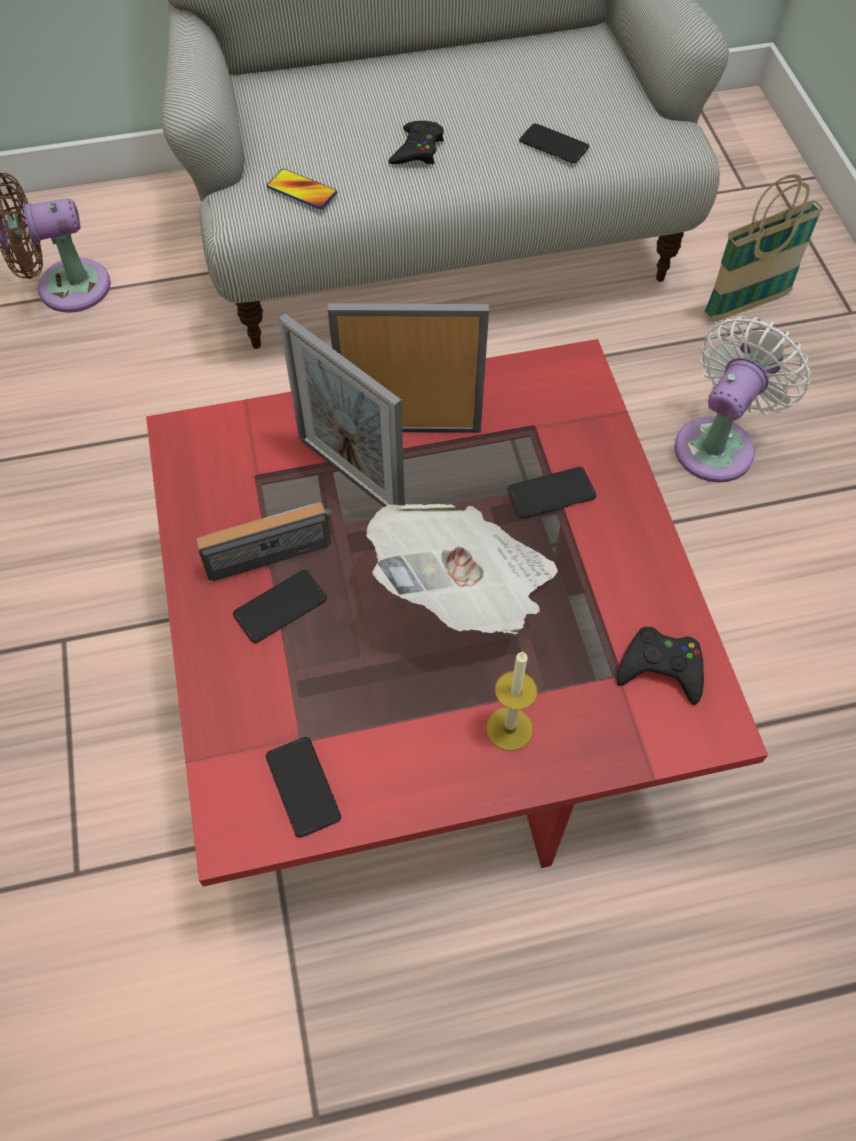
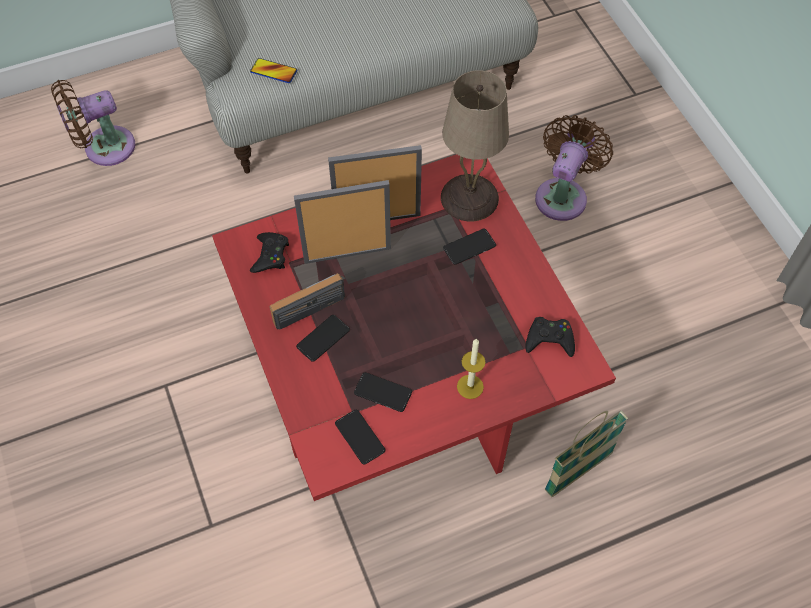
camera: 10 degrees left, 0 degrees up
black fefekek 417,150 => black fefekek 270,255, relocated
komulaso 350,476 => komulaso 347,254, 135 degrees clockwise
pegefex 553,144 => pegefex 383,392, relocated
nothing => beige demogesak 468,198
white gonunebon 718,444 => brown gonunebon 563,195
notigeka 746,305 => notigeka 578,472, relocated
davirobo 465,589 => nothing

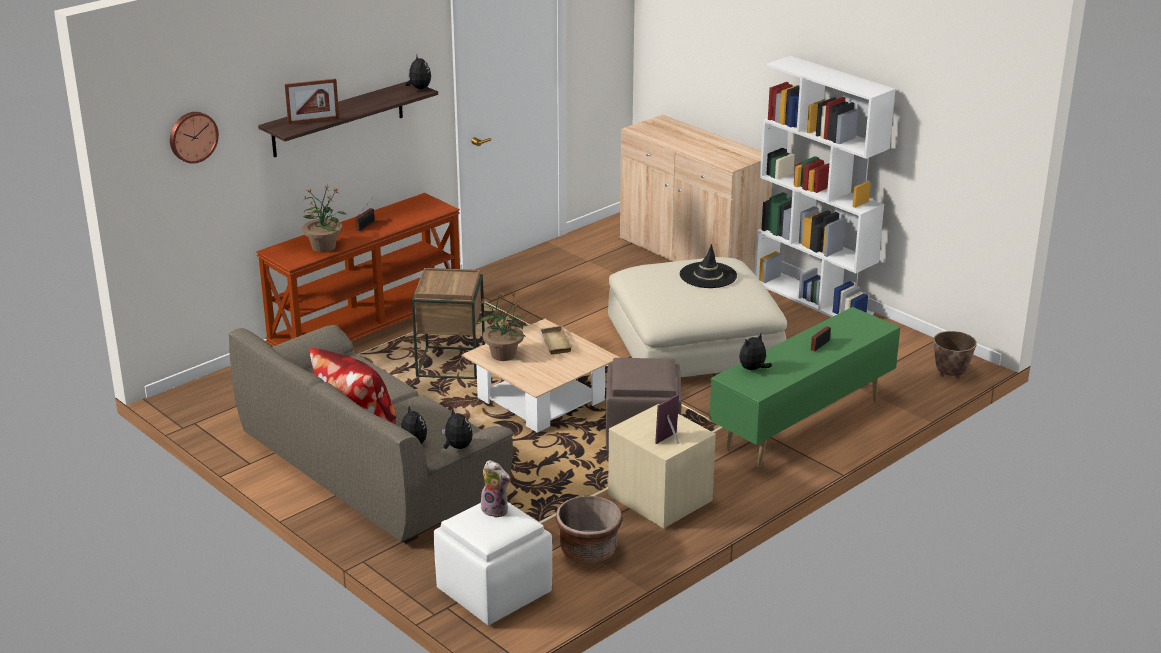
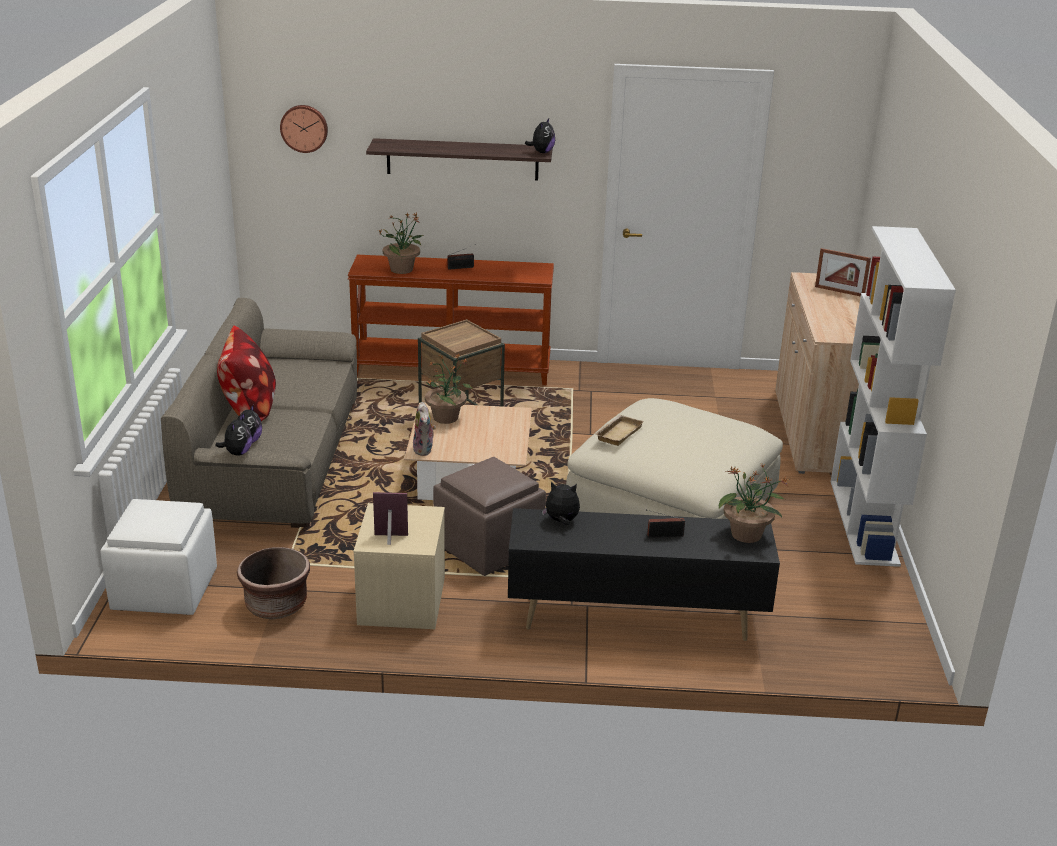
camera: 45 degrees right, 0 degrees up
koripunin 496,510 => koripunin 424,450, relocated
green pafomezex 801,425 => black pafomezex 634,618
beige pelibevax 554,343 => beige pelibevax 618,433, relocated
nothing => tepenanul 747,535
komulaso 313,121 => komulaso 839,291, relocated
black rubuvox 708,275 => nothing
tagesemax 951,374 => nothing

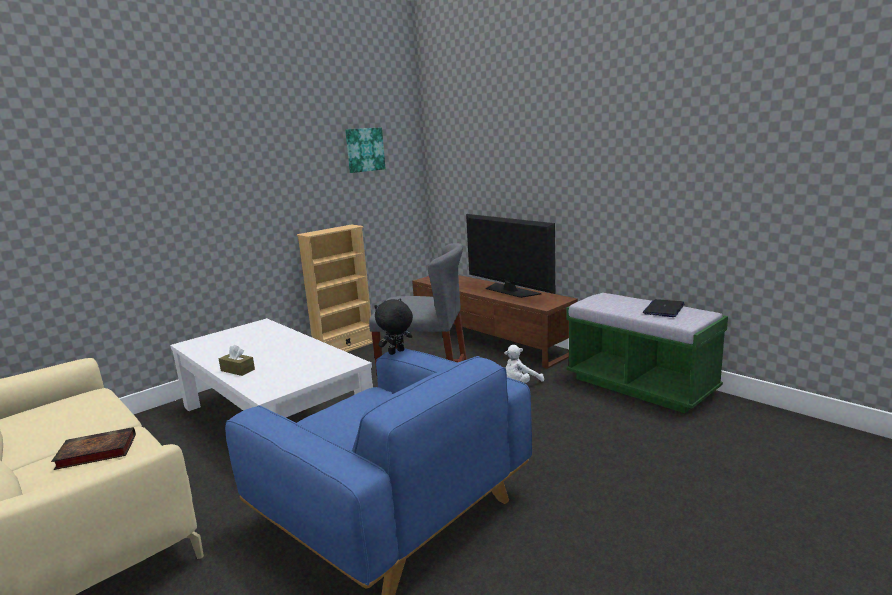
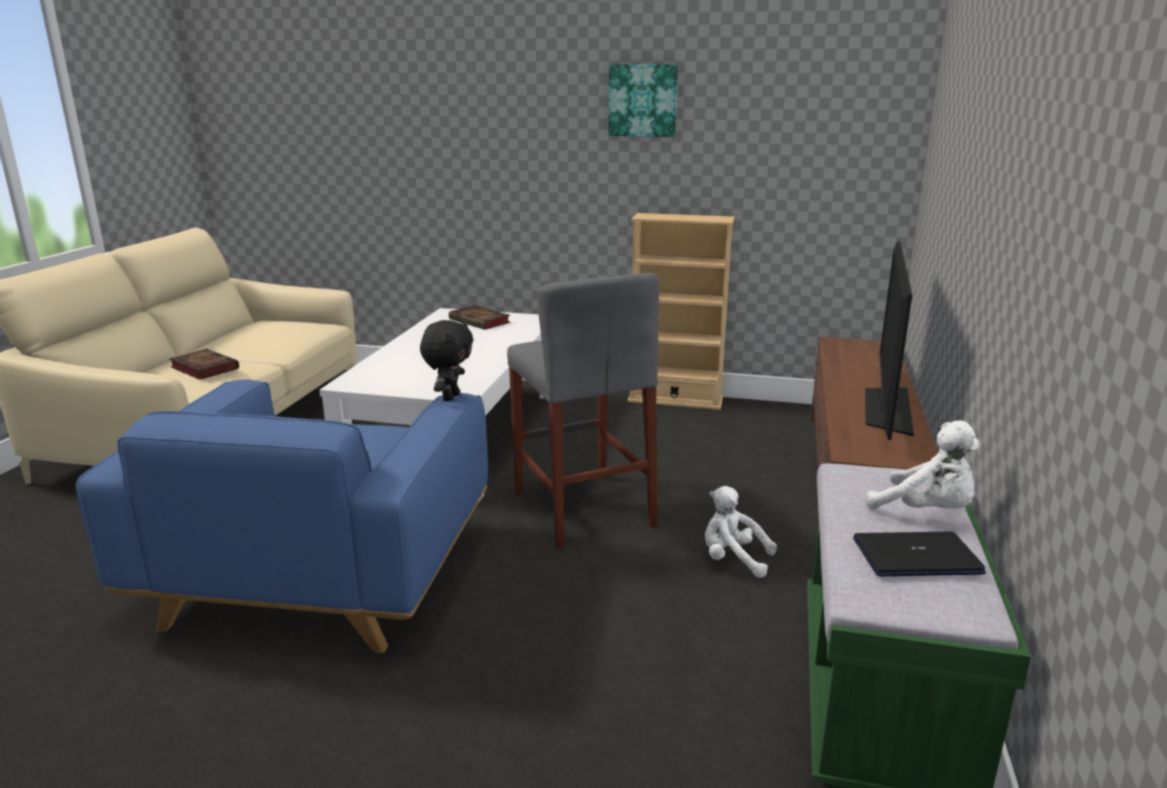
camera: 55 degrees right, 5 degrees up
black koripunin 396,352 => black koripunin 450,397, 90 degrees clockwise
nothing => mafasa 481,321
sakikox 364,150 => sakikox 643,100, relocated
nothing => white koripunin 926,511
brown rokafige 237,370 => nothing

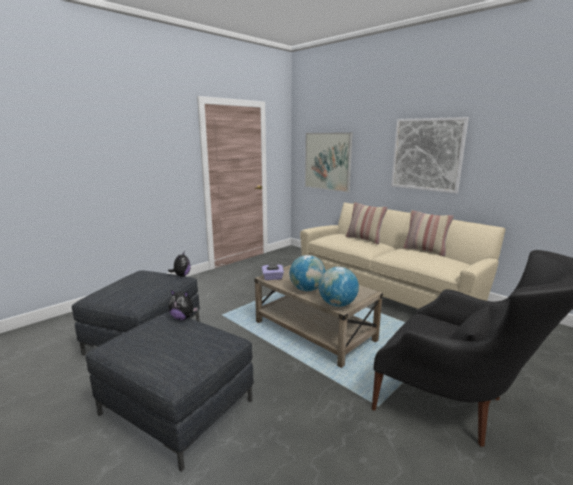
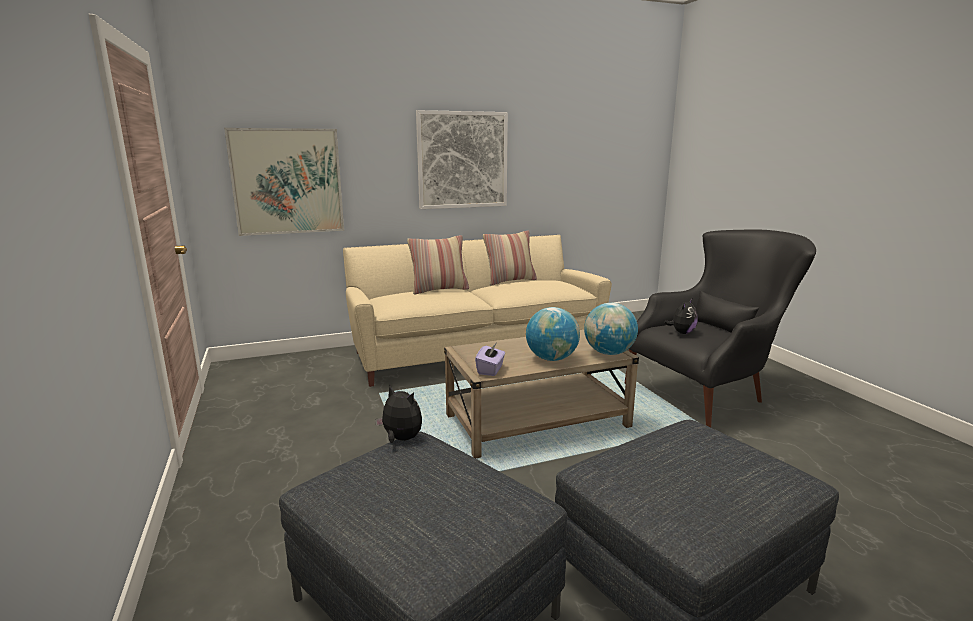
camera: 65 degrees left, 0 degrees up
koripunin 183,318 => koripunin 682,332, relocated

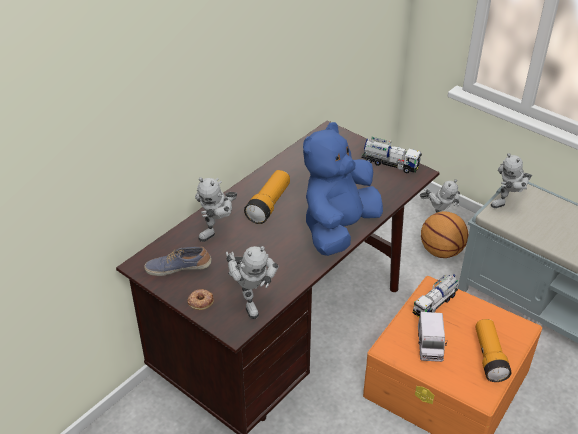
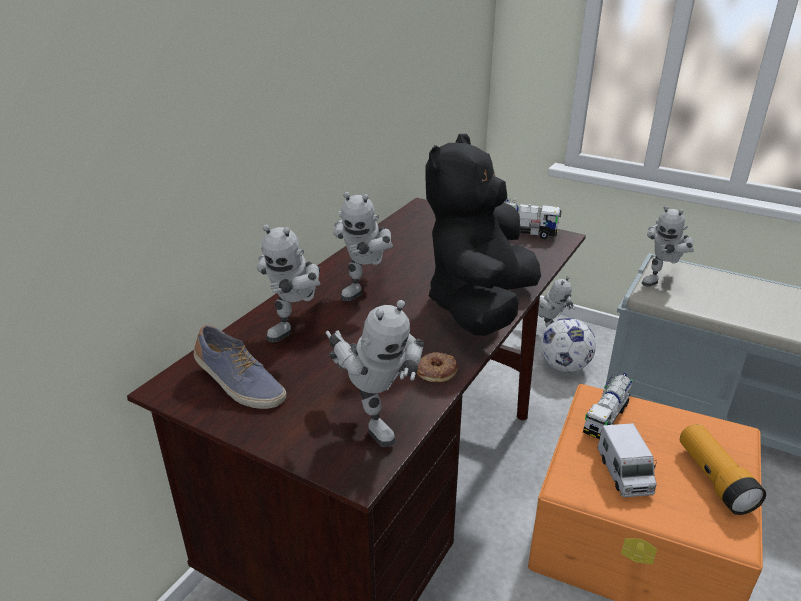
camera: 10 degrees left, 10 degrees down
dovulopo 178,268 => dovulopo 239,385, 135 degrees counterclockwise
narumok 269,205 => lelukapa 366,288
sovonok 200,301 => sovonok 436,370, relocated
blue koripunin 338,229 => black koripunin 480,307
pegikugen 441,251 => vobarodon 564,366

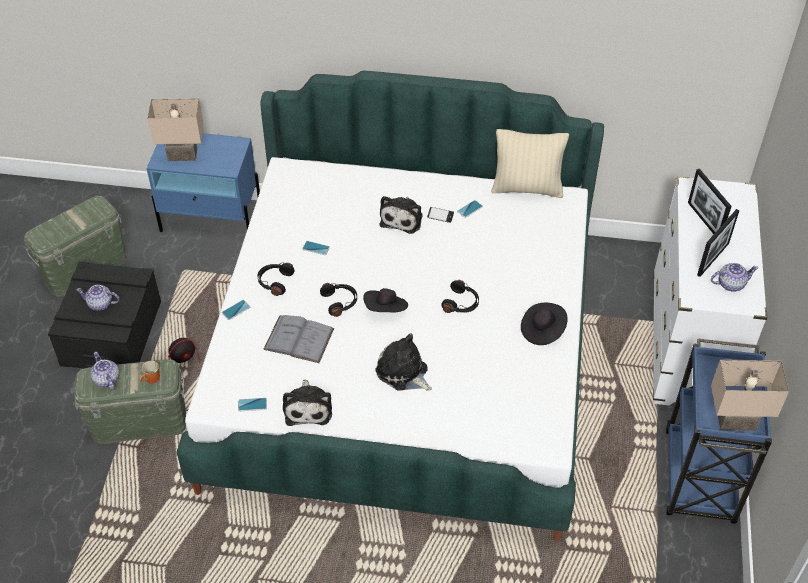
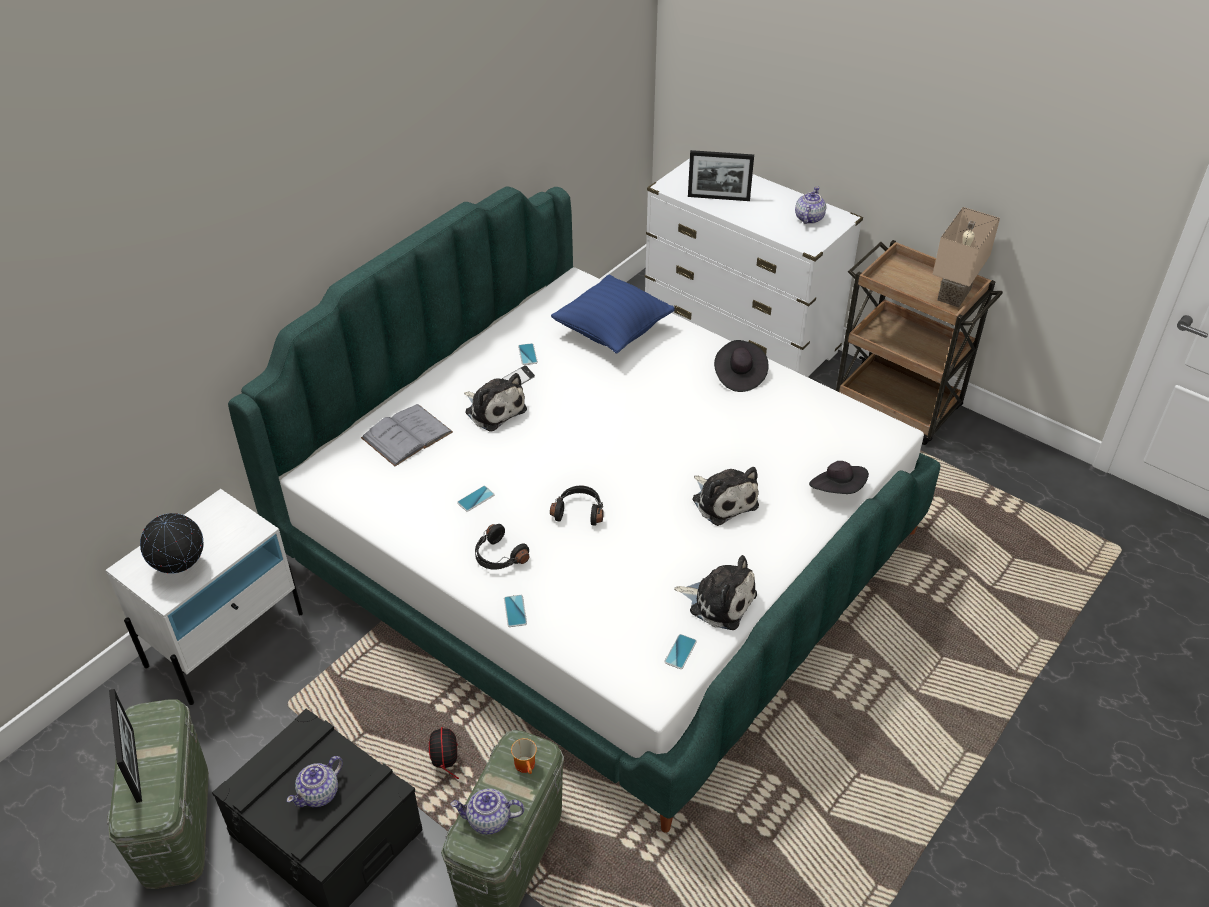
camera: 60 degrees left, 5 degrees down
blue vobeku 211,219 => white vobeku 226,639
komulaso 713,259 => komulaso 135,765, relocated
beige demogesak 182,156 => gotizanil 180,568
grey mafasa 299,339 => grey mafasa 407,435, relocated
nothing => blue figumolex 613,332
koripunin 403,373 => koripunin 723,500, 105 degrees counterclockwise
black rubuvox 386,309 => black rubuvox 837,490, relocated
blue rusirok 699,479 => brown rusirok 897,406
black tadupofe 461,303 => nothing
beige figumolex 527,188 => nothing

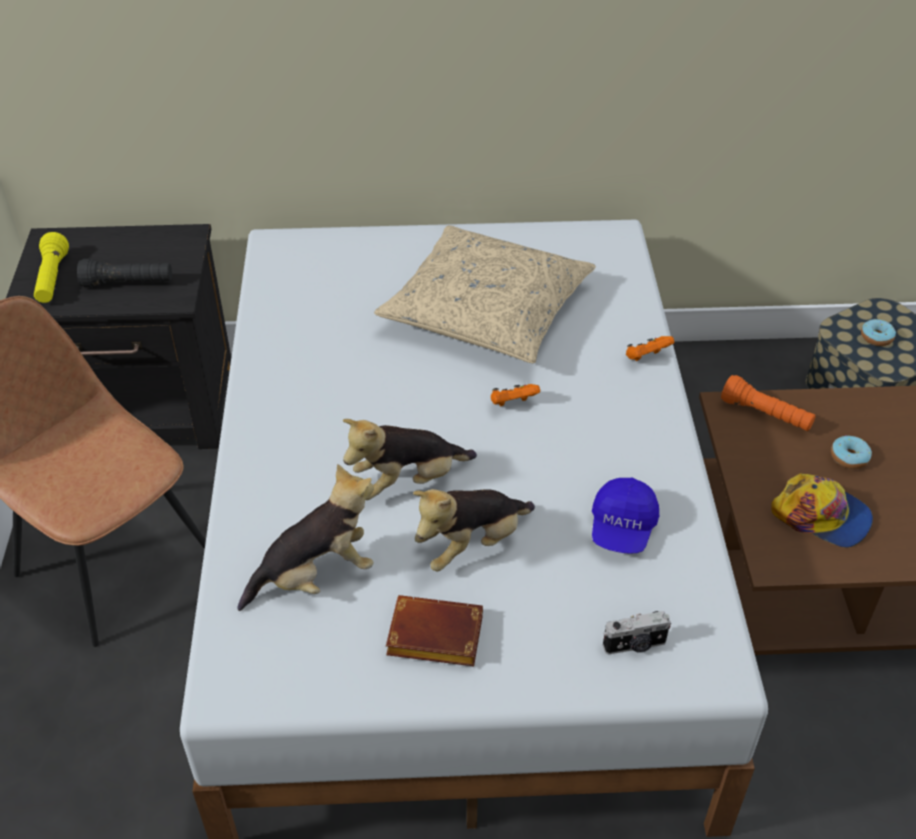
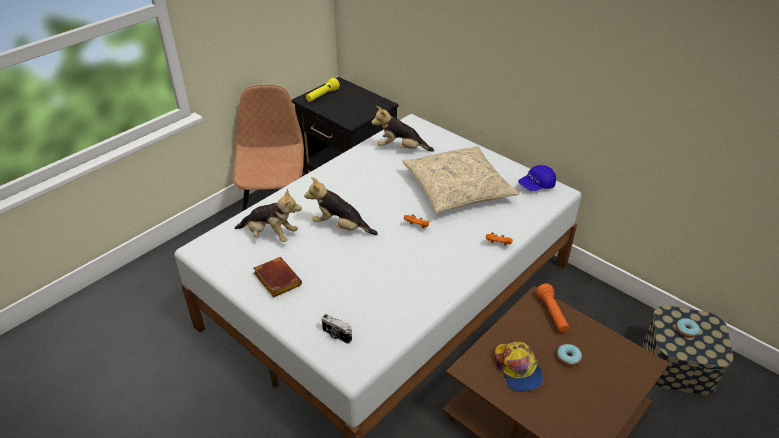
camera: 45 degrees right, 5 degrees down
koripunin 471,544 => koripunin 401,149, relocated
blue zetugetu 622,528 => blue zetugetu 536,185, relocated
black narumok 128,283 => nothing

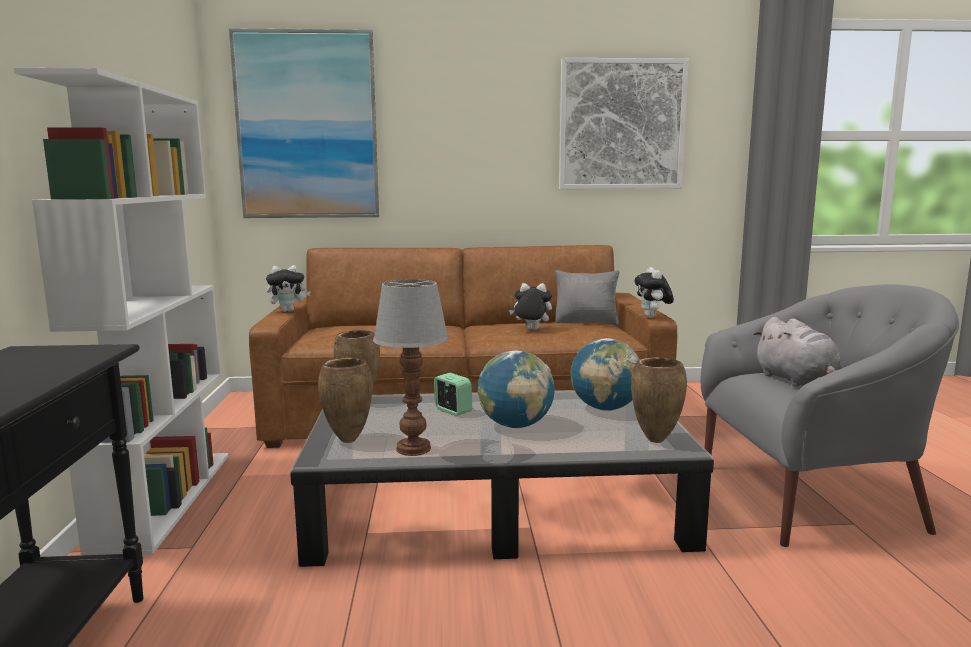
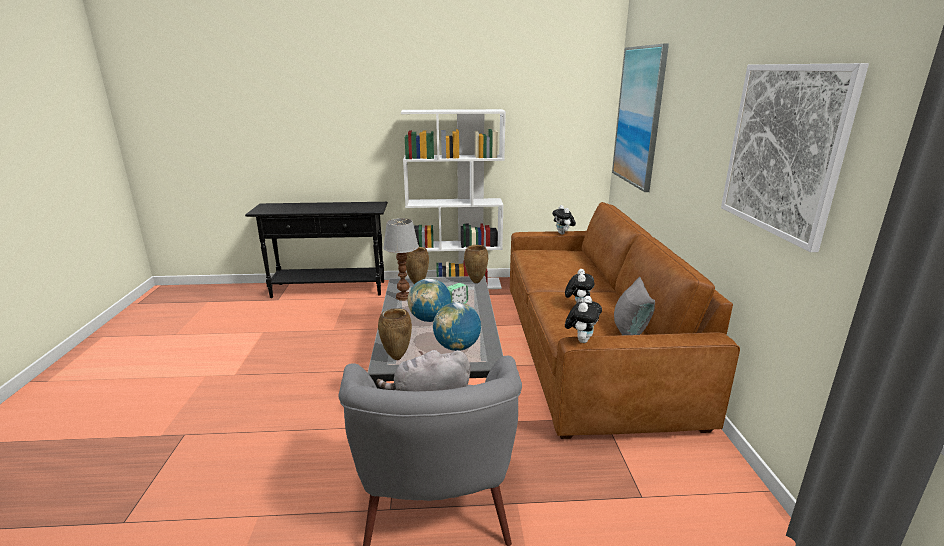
camera: 90 degrees right, 10 degrees up
koripunin 653,317 => koripunin 581,340, 120 degrees clockwise

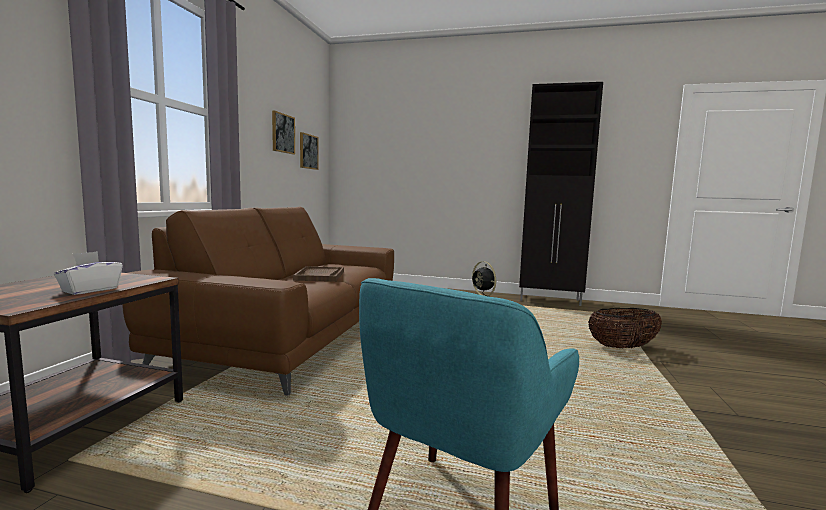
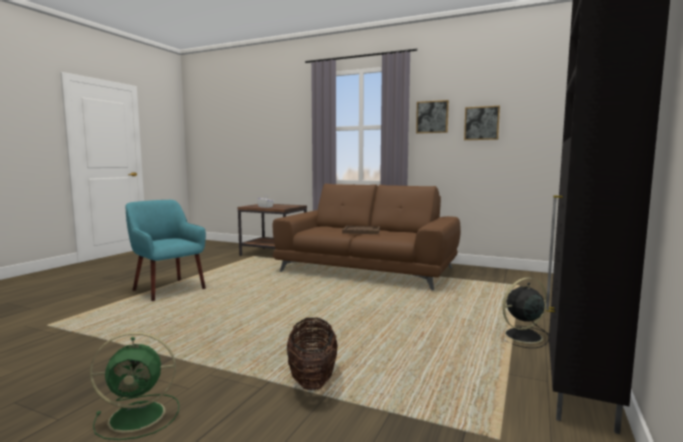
camera: 100 degrees right, 0 degrees up
nothing => green gonunebon 140,416
sakikox 308,151 => sakikox 432,117, relocated

